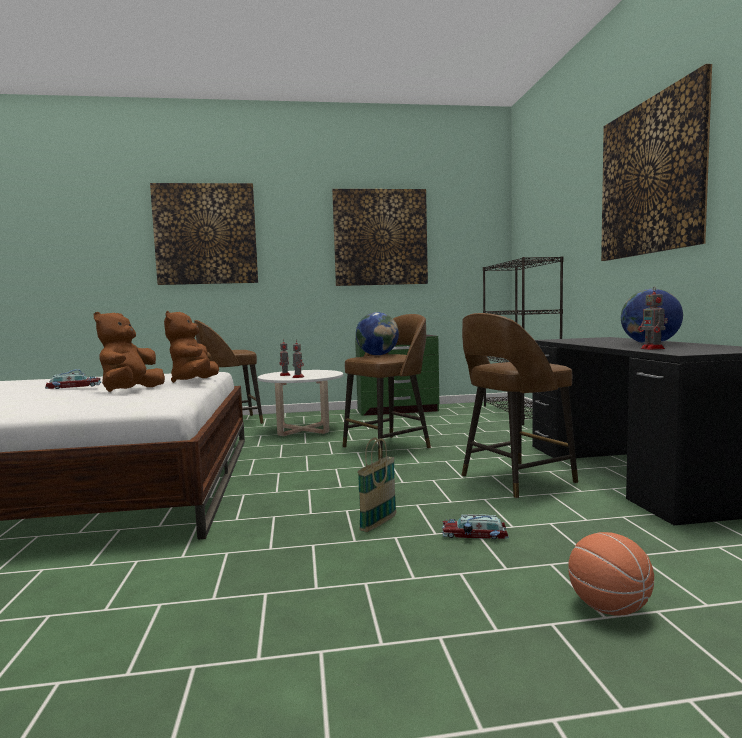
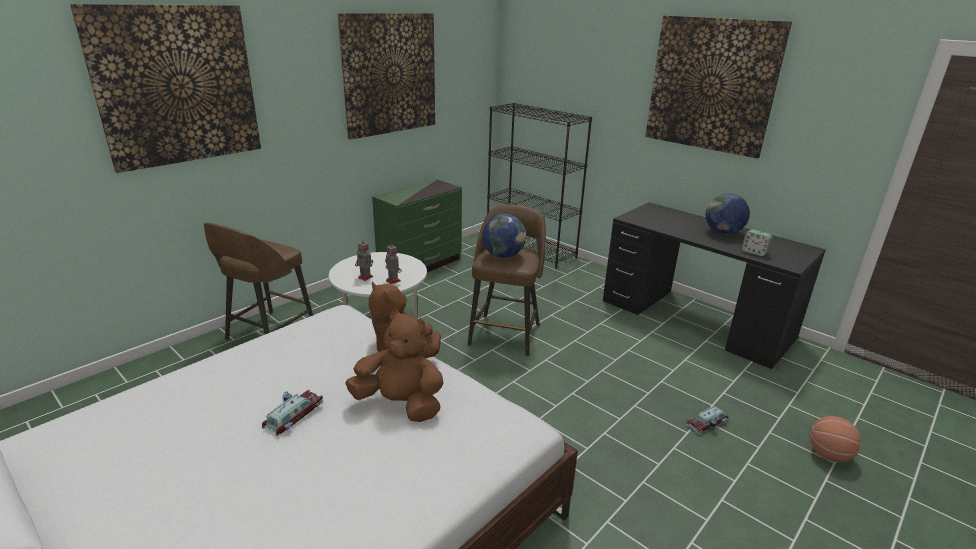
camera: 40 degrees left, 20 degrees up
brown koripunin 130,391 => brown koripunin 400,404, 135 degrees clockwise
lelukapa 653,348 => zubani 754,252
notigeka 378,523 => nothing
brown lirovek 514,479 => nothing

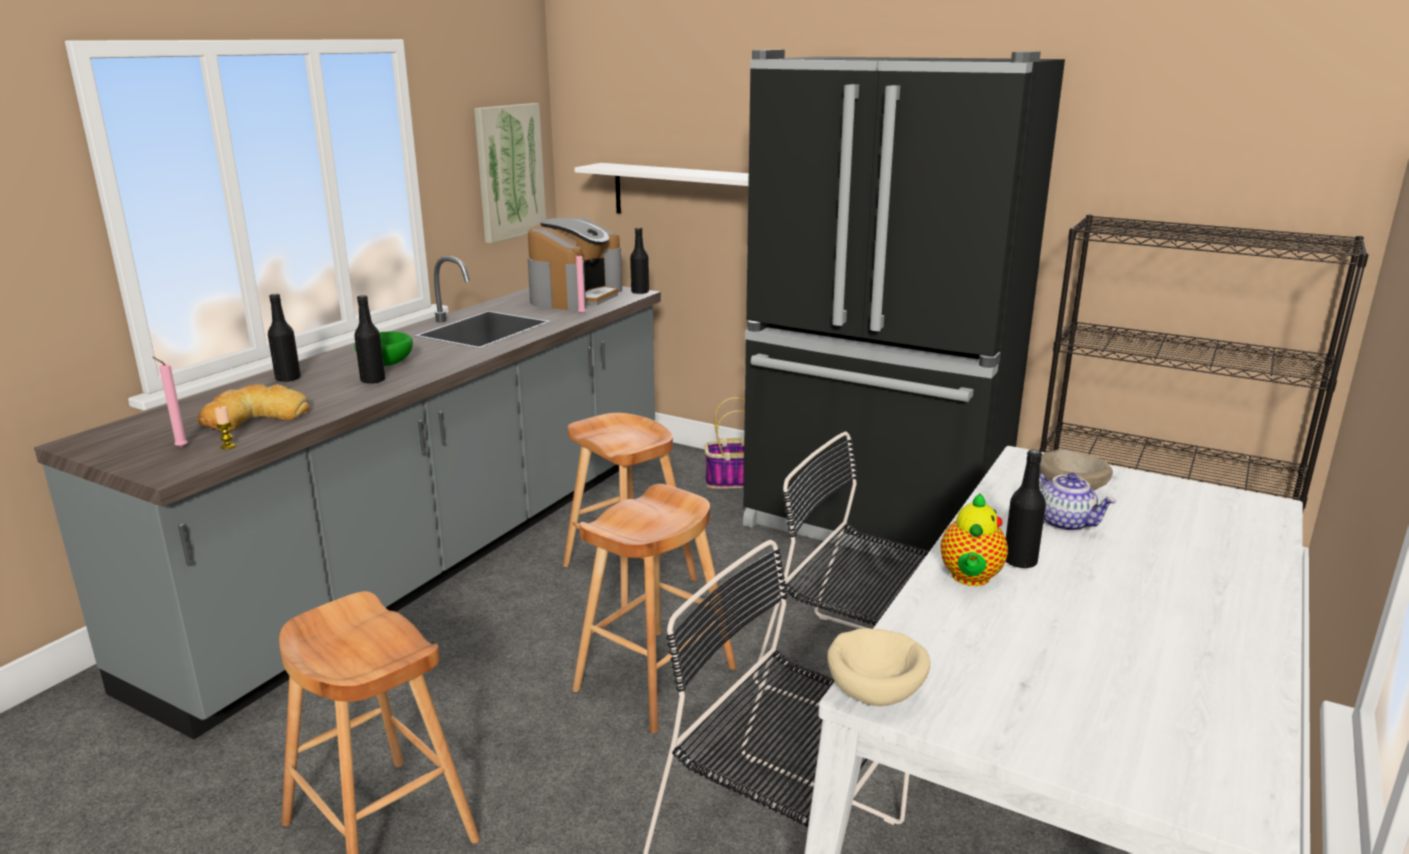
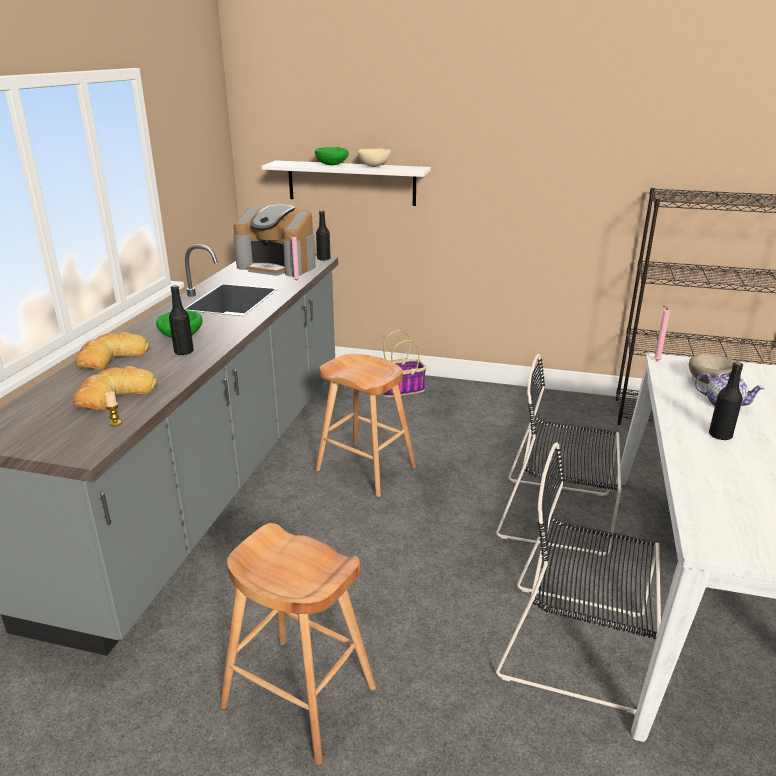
camera: 15 degrees left, 5 degrees up
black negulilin 288,378 => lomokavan 111,357
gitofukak 575,296 => gitofukak 278,266, 105 degrees clockwise
nothing => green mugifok 332,165
beige mugifok 877,692 => beige mugifok 374,166, relocated
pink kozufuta 180,447 => pink kozufuta 656,361, relocated
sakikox 509,171 => nothing
brown lirovek 656,678 => nothing
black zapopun 874,524 => nothing
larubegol 970,578 => nothing

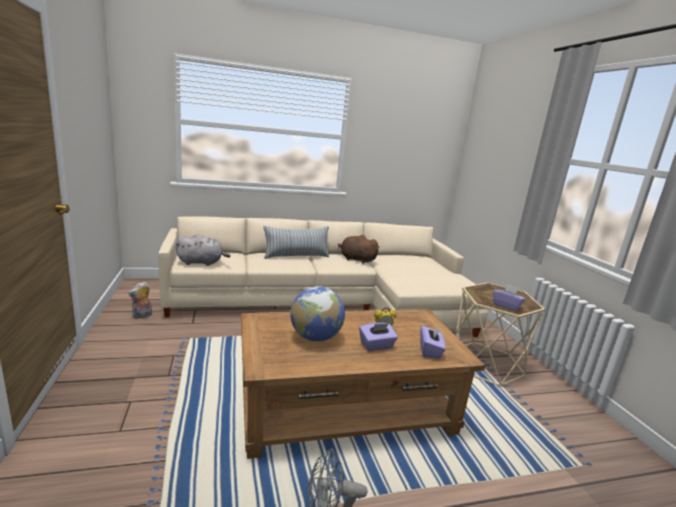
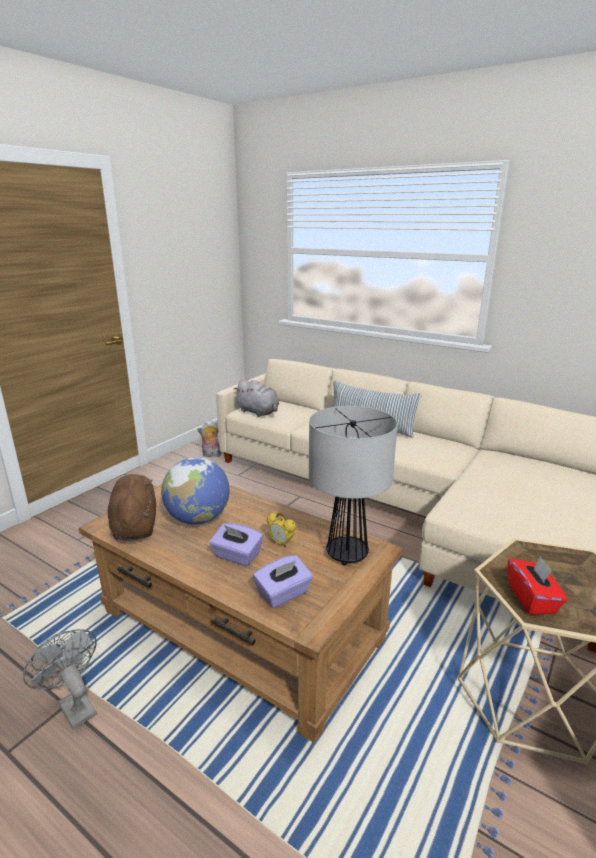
camera: 50 degrees right, 5 degrees up
brown koripunin 356,259 => brown koripunin 135,525, relocated
nothing => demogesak 346,554
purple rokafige 506,306 => red rokafige 532,599

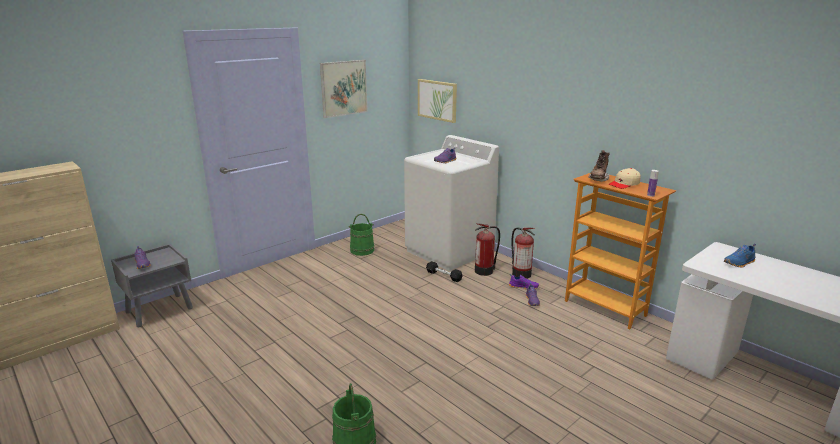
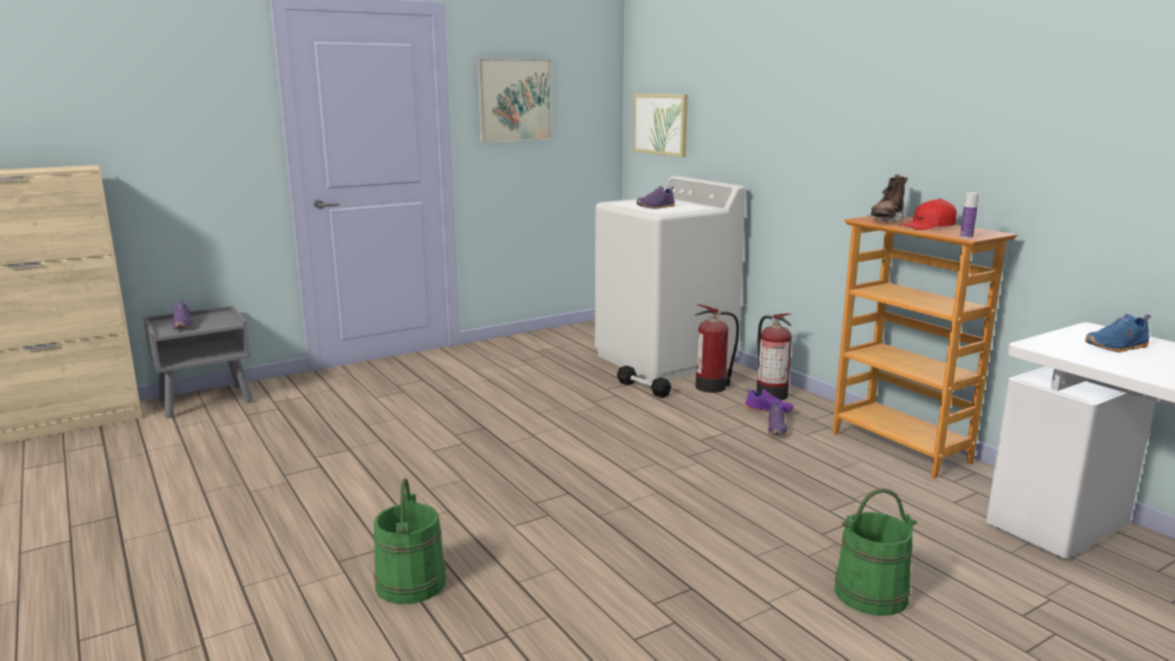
camera: 10 degrees right, 5 degrees down
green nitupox 362,250 => green nitupox 870,593, relocated
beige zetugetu 624,184 => red zetugetu 928,226

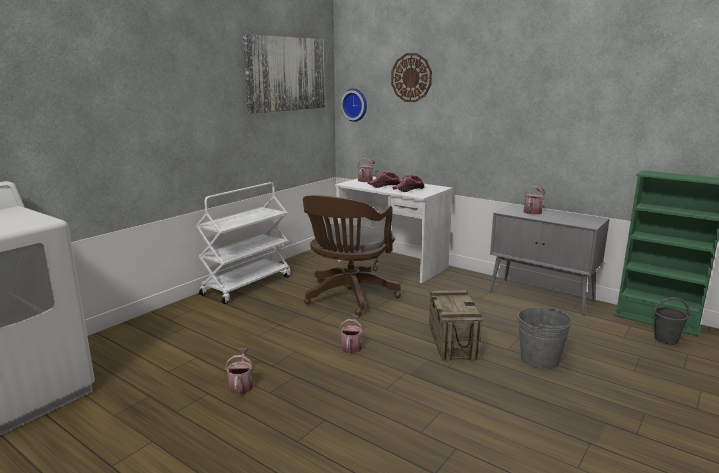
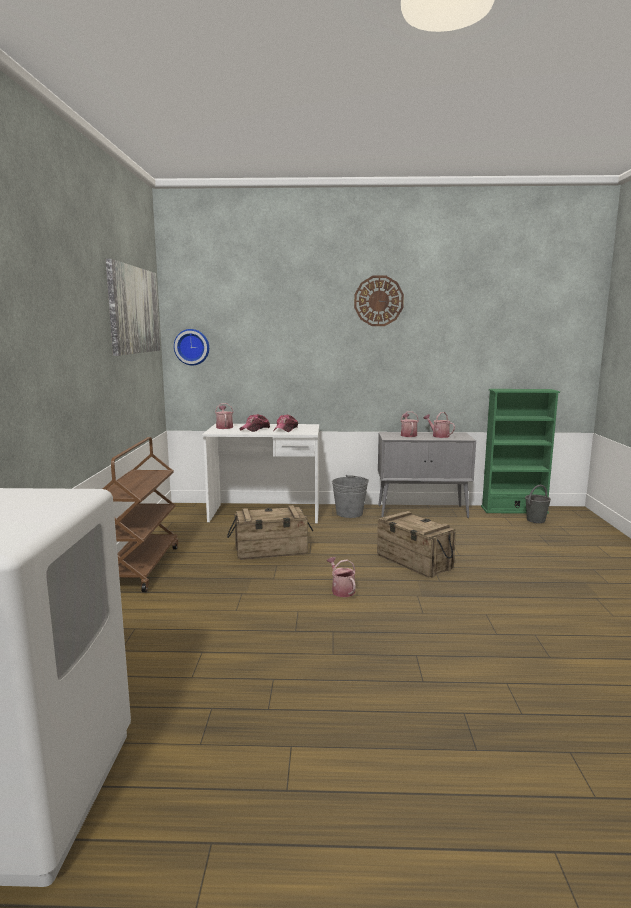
camera: 35 degrees left, 5 degrees down
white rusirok 247,285 => brown rusirok 140,567
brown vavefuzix 348,297 => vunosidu 271,551
grey nitupox 539,359 => grey nitupox 349,513, relocated
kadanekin 411,77 => kadanekin 378,301, relocated
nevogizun 241,385 => nevogizun 438,435, relocated

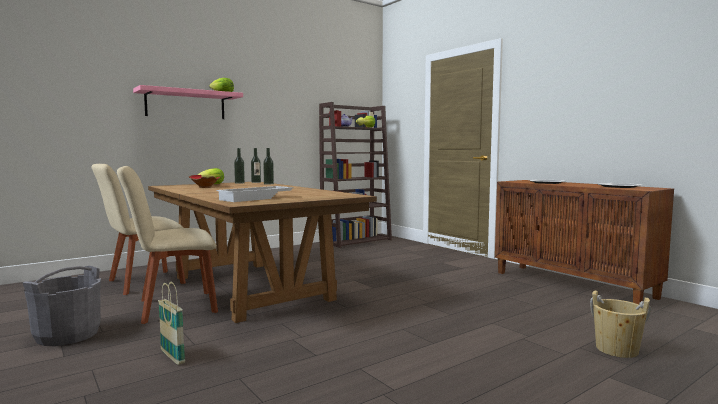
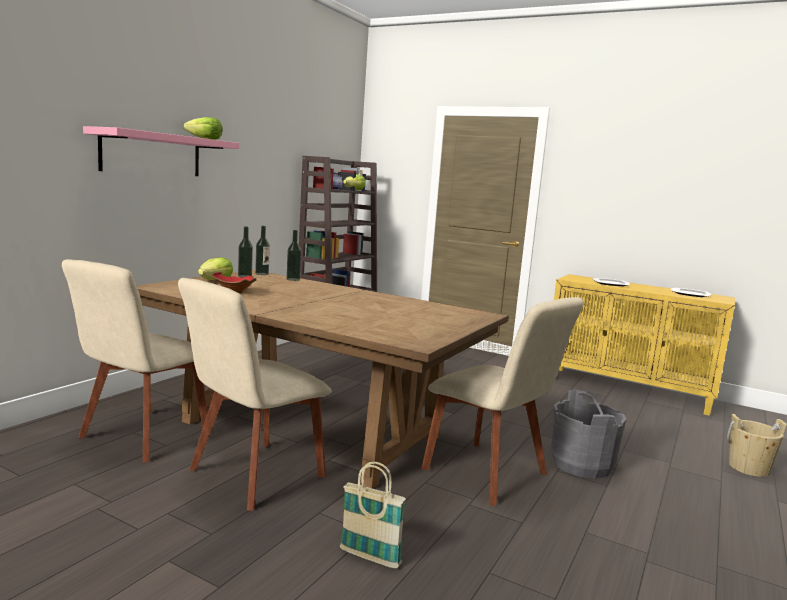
camera: 25 degrees left, 5 degrees up
nothing => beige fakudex 489,474
grey nitupox 67,335 => grey nitupox 581,464, relocated
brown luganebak 573,284 => yellow luganebak 628,390
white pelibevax 256,198 => nothing

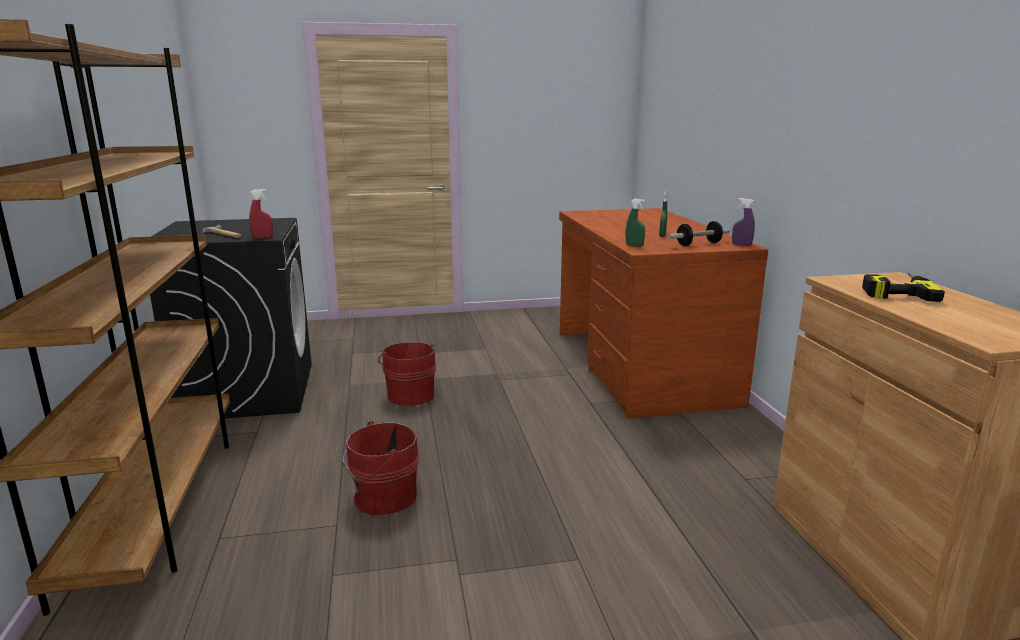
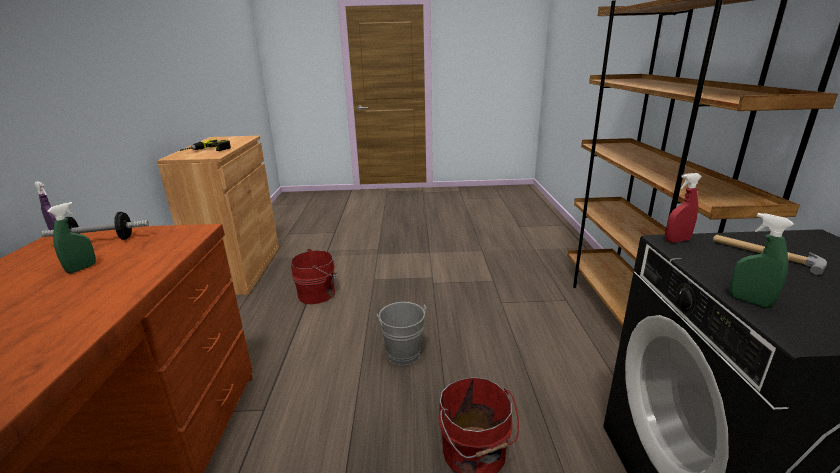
camera: 170 degrees left, 5 degrees up
red nitupox 382,497 => red nitupox 318,294, relocated
nothing => grey nitupox 402,352
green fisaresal 634,246 => green fisaresal 750,301, relocated

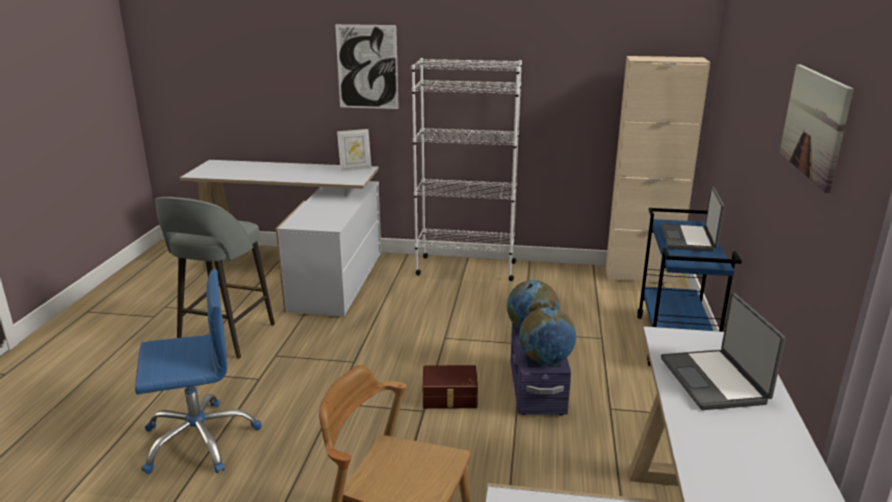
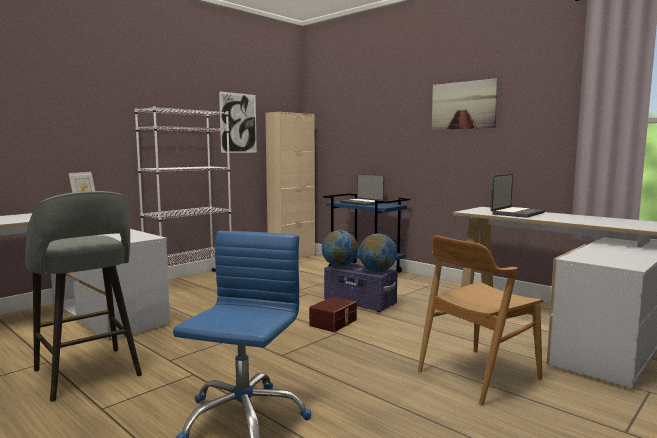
camera: 55 degrees left, 15 degrees down
sakikox 367,67 => sakikox 238,123, relocated
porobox 714,380 => porobox 516,213, 75 degrees counterclockwise

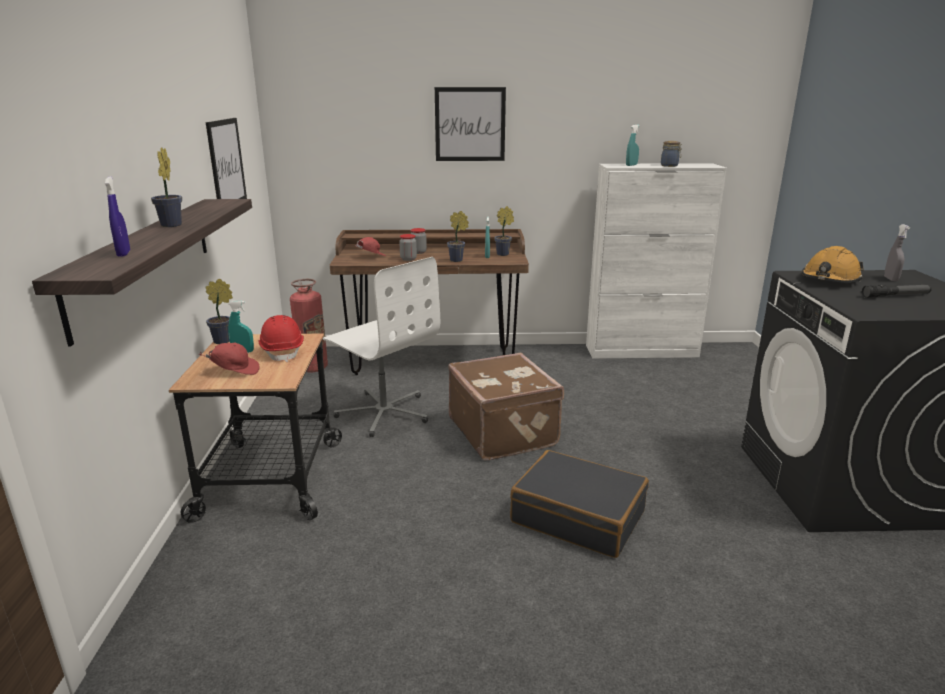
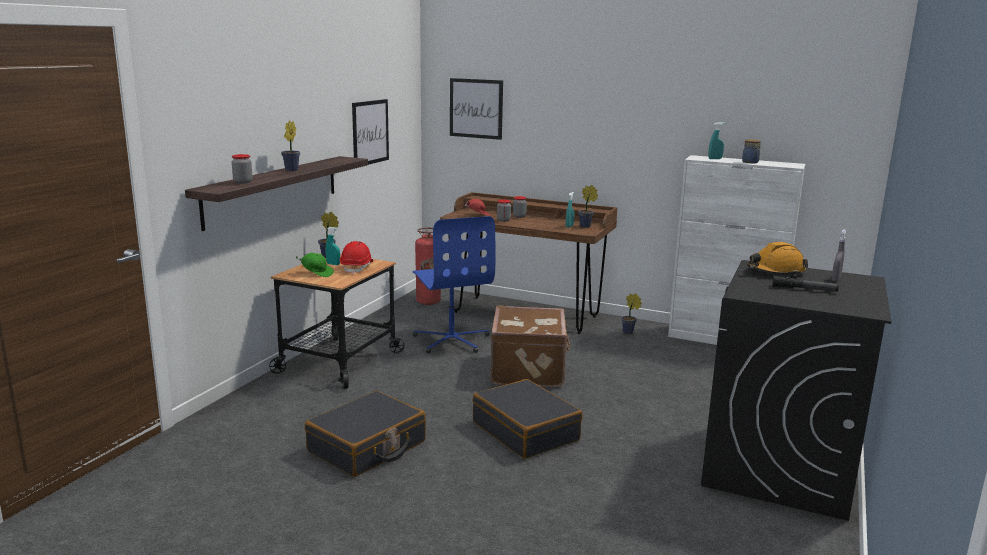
camera: 25 degrees right, 5 degrees down
blue fisaresal 123,253 => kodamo 243,182
red zetugetu 235,371 => green zetugetu 317,273
nothing => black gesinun 367,447
white vavefuzix 384,412 => blue vavefuzix 452,340
sakikox 470,124 => sakikox 476,108, relocated
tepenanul 458,260 => tepenanul 629,332, relocated

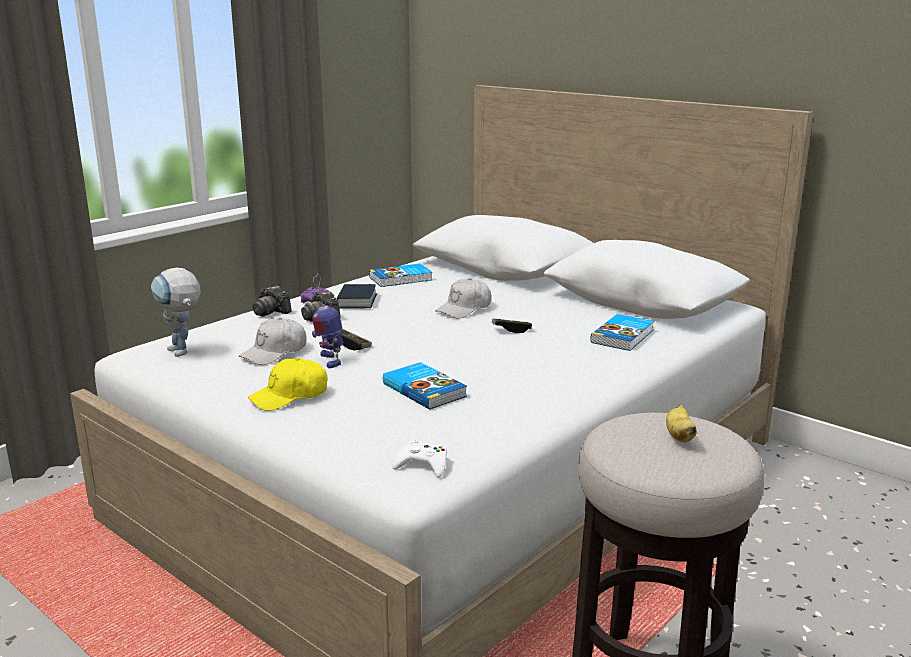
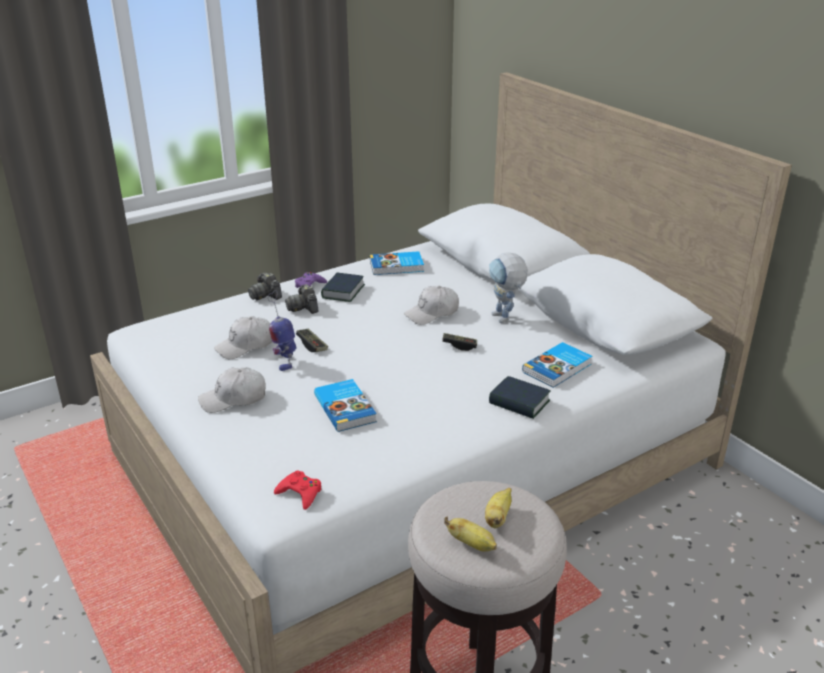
camera: 15 degrees right, 10 degrees up
yellow zetugetu 290,396 => white zetugetu 234,399
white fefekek 423,465 => red fefekek 300,493
nothing => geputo 472,544
lelukapa 183,353 => lelukapa 505,320, relocated
nothing => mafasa 519,402

